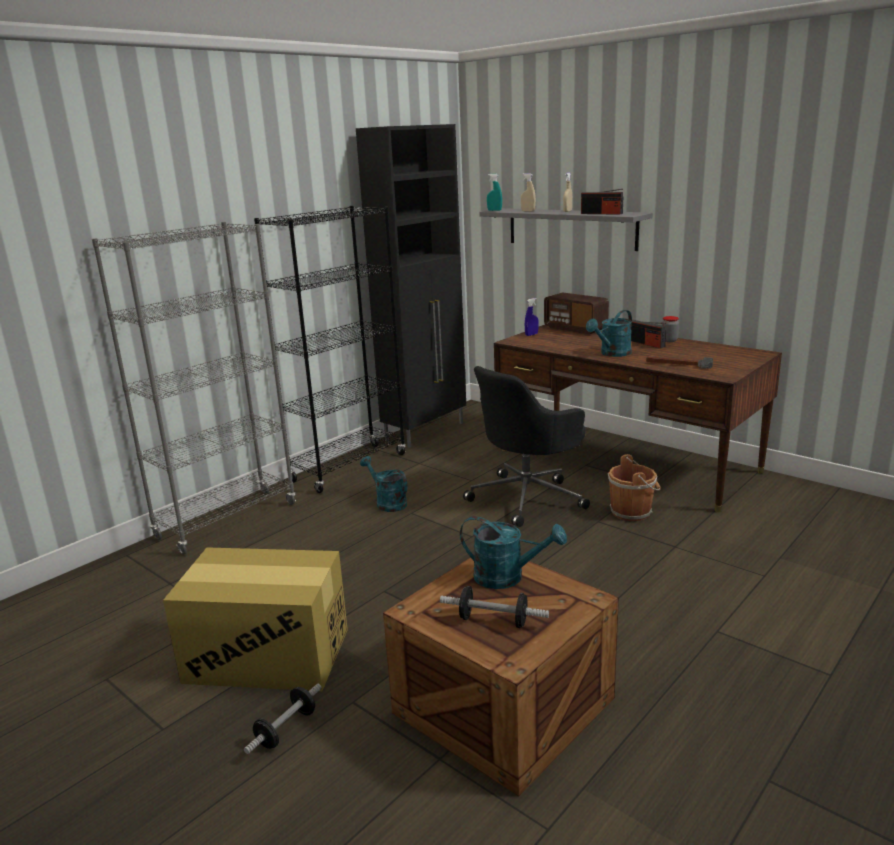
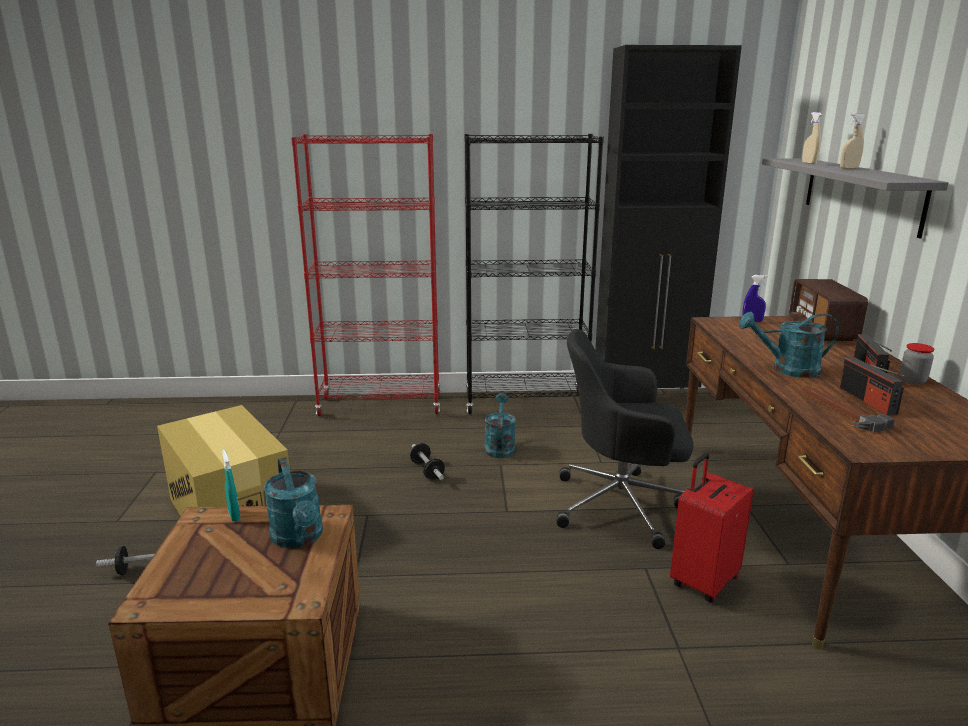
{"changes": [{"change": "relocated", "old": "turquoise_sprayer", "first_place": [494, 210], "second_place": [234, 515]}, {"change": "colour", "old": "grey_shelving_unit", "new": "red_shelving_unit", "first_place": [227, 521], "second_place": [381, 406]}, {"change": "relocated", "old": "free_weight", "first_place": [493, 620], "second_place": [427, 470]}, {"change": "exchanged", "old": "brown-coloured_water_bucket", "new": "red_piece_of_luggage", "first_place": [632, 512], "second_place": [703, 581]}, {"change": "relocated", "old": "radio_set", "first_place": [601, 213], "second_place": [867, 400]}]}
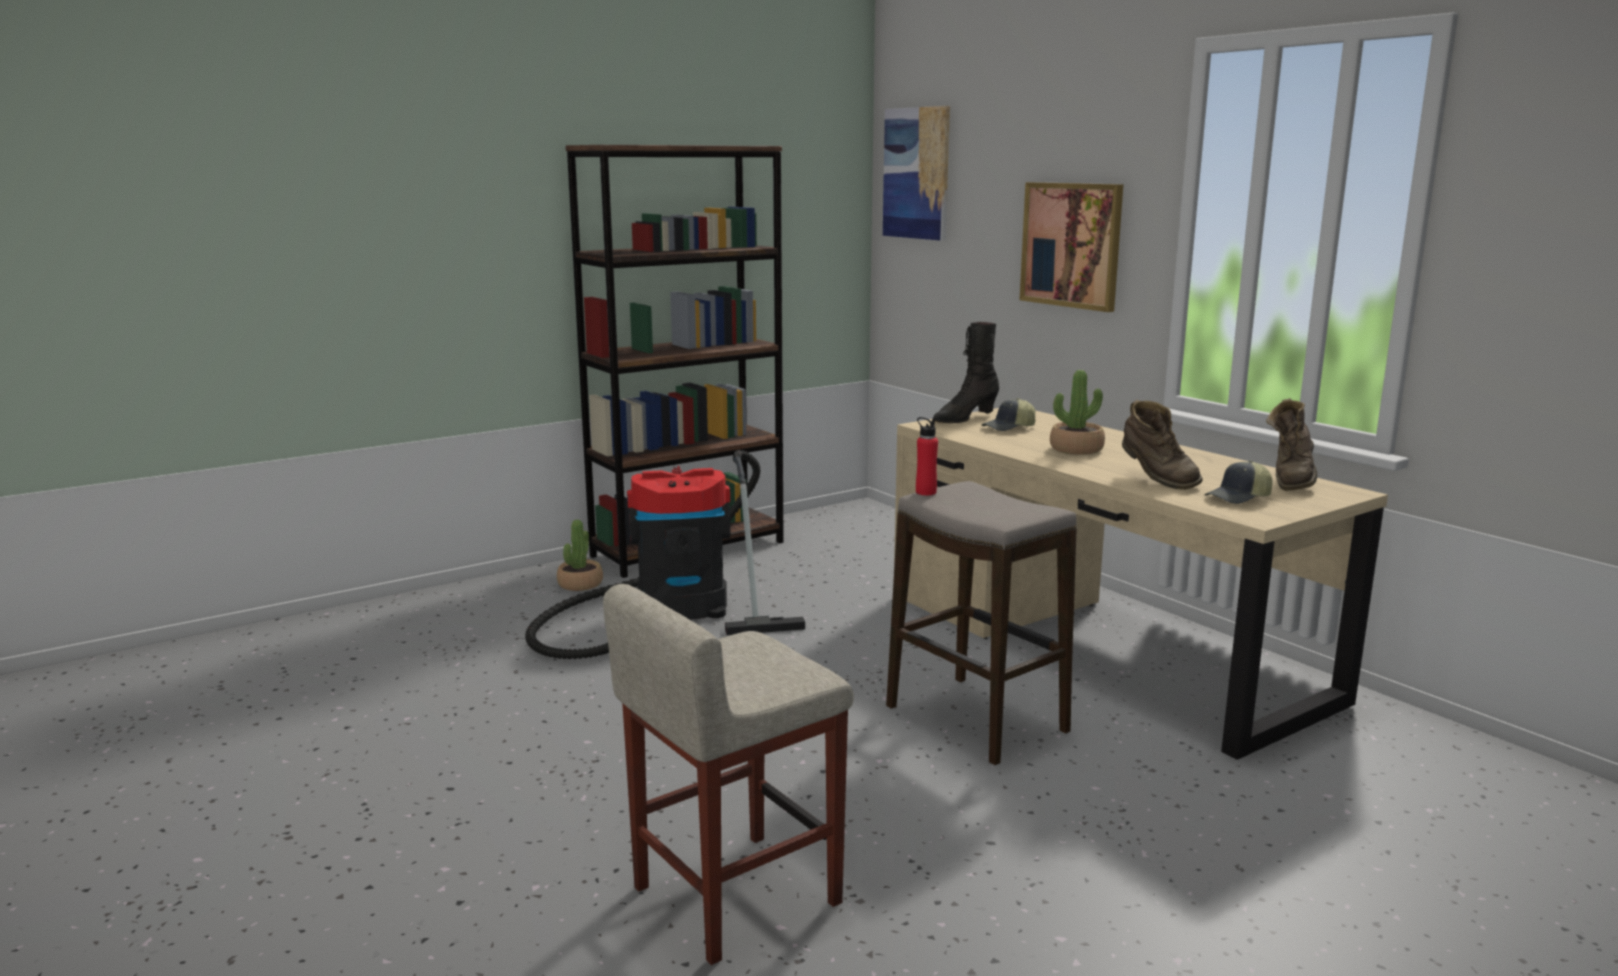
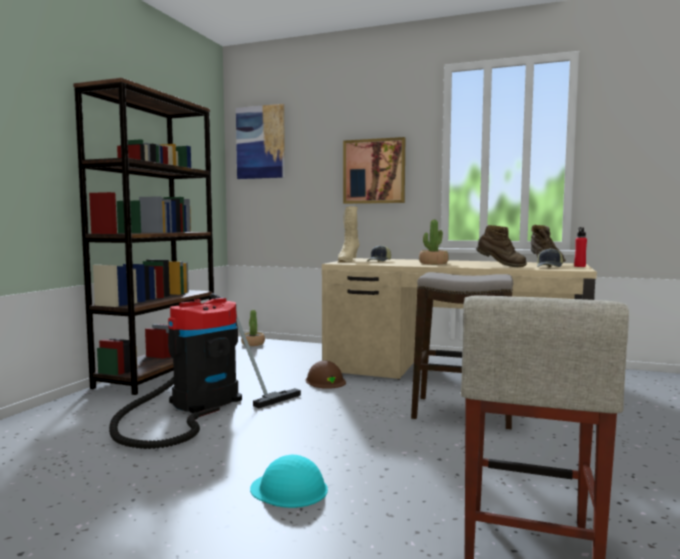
{"changes": [{"change": "relocated", "old": "potted_plant", "first_place": [580, 584], "second_place": [253, 344]}, {"change": "appeared", "new": "turquoise_hard_hat", "second_place": [289, 489]}, {"change": "appeared", "new": "brown-coloured_hard_hat", "second_place": [325, 381]}, {"change": "colour", "old": "black-coloured_high-top_boot", "new": "sand-coloured_high-top_boot", "first_place": [964, 418], "second_place": [347, 261]}, {"change": "relocated", "old": "red_drink_bottle", "first_place": [925, 492], "second_place": [579, 266]}]}
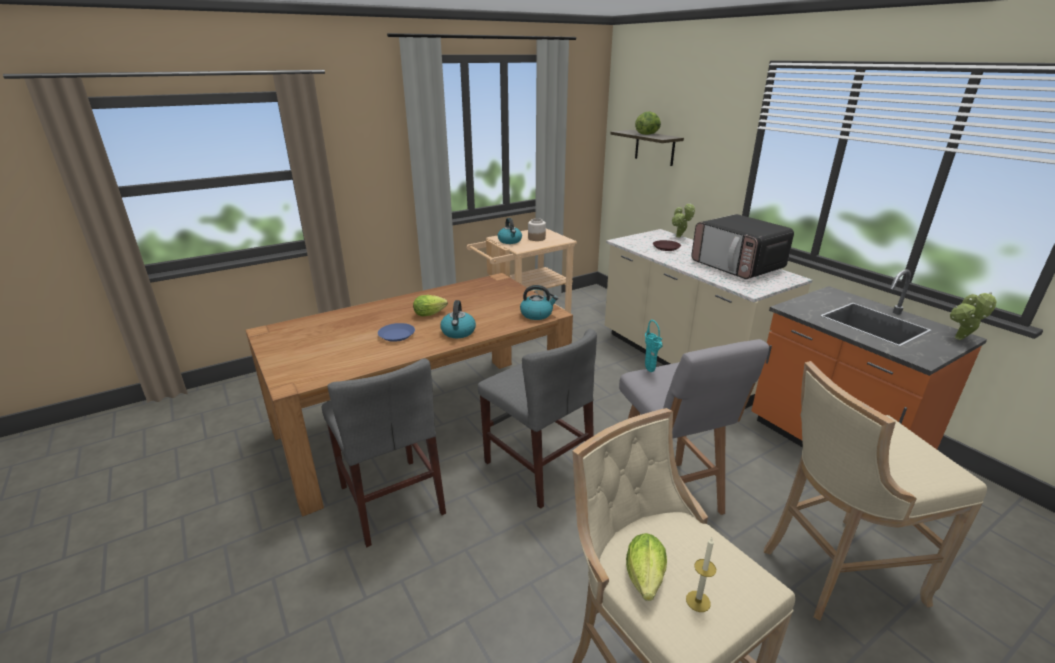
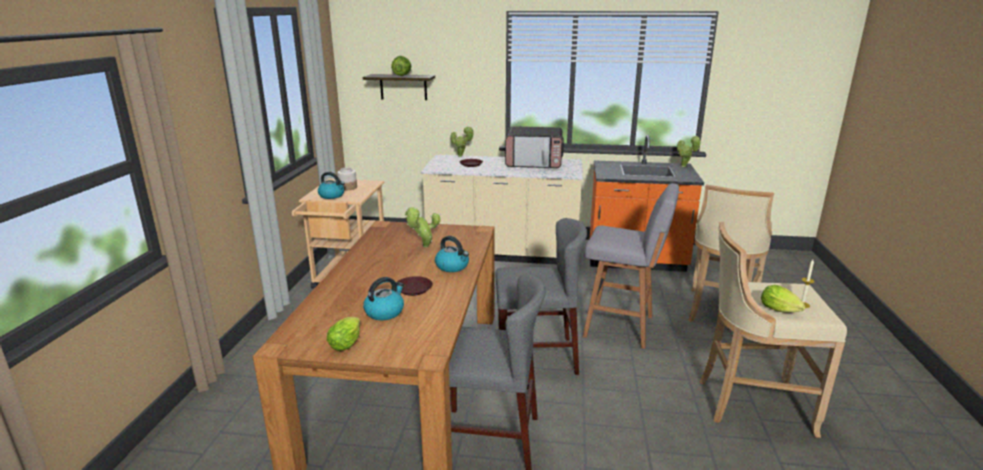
{"changes": [{"change": "relocated", "old": "head_of_lettuce", "first_place": [431, 314], "second_place": [347, 343]}, {"change": "relocated", "old": "kettle", "first_place": [537, 314], "second_place": [385, 312]}, {"change": "colour", "old": "bluish_plate", "new": "brown-coloured_plate", "first_place": [396, 335], "second_place": [413, 289]}, {"change": "appeared", "new": "potted_plant", "second_place": [423, 247]}, {"change": "missing", "old": "turquoise_vase", "first_place": [650, 372]}]}
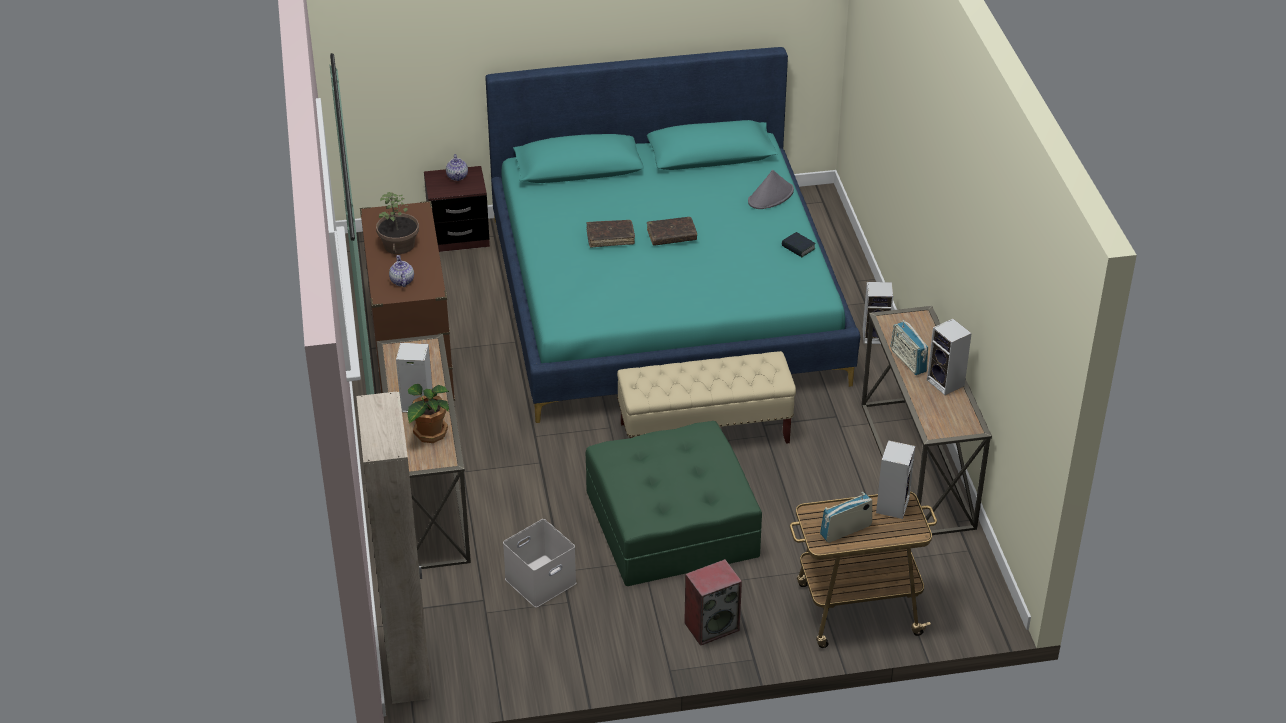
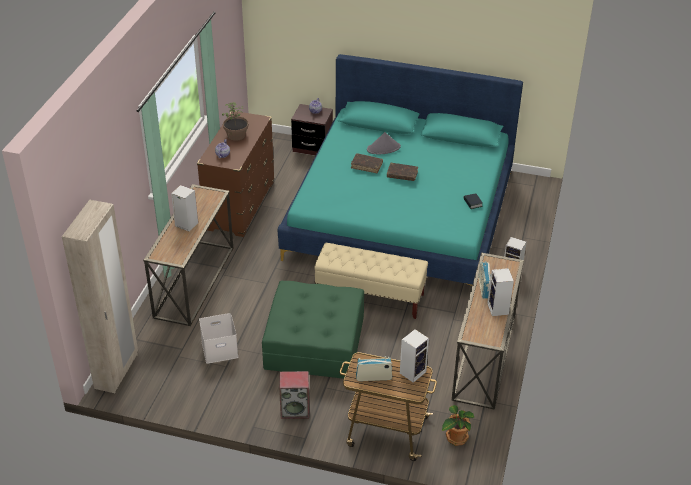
{"changes": [{"change": "relocated", "old": "grey_hat", "first_place": [771, 196], "second_place": [383, 148]}, {"change": "relocated", "old": "potted_plant", "first_place": [429, 433], "second_place": [456, 438]}]}
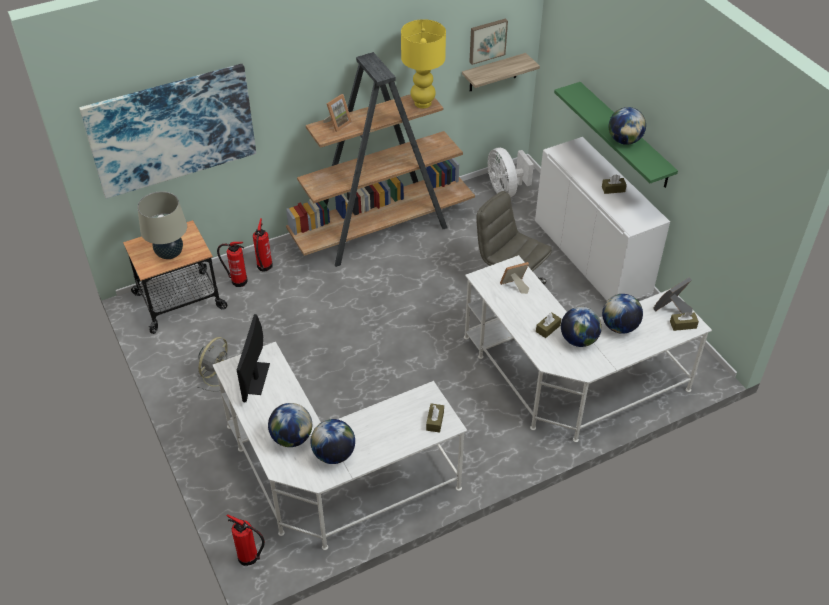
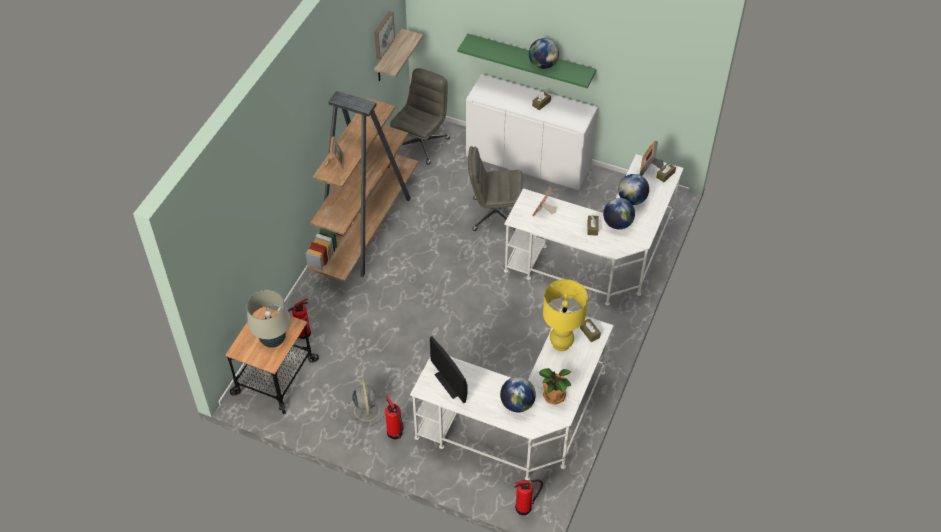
{"changes": [{"change": "relocated", "old": "extinguisher", "first_place": [264, 267], "second_place": [395, 434]}, {"change": "exchanged", "old": "white_cooling_fan", "new": "grey_computer_chair", "first_place": [505, 190], "second_place": [421, 144]}, {"change": "exchanged", "old": "world_globe", "new": "potted_plant", "first_place": [334, 454], "second_place": [554, 395]}, {"change": "relocated", "old": "yellow_tabletop_lamp", "first_place": [422, 103], "second_place": [560, 344]}, {"change": "missing", "old": "wall_art", "first_place": [172, 130]}]}
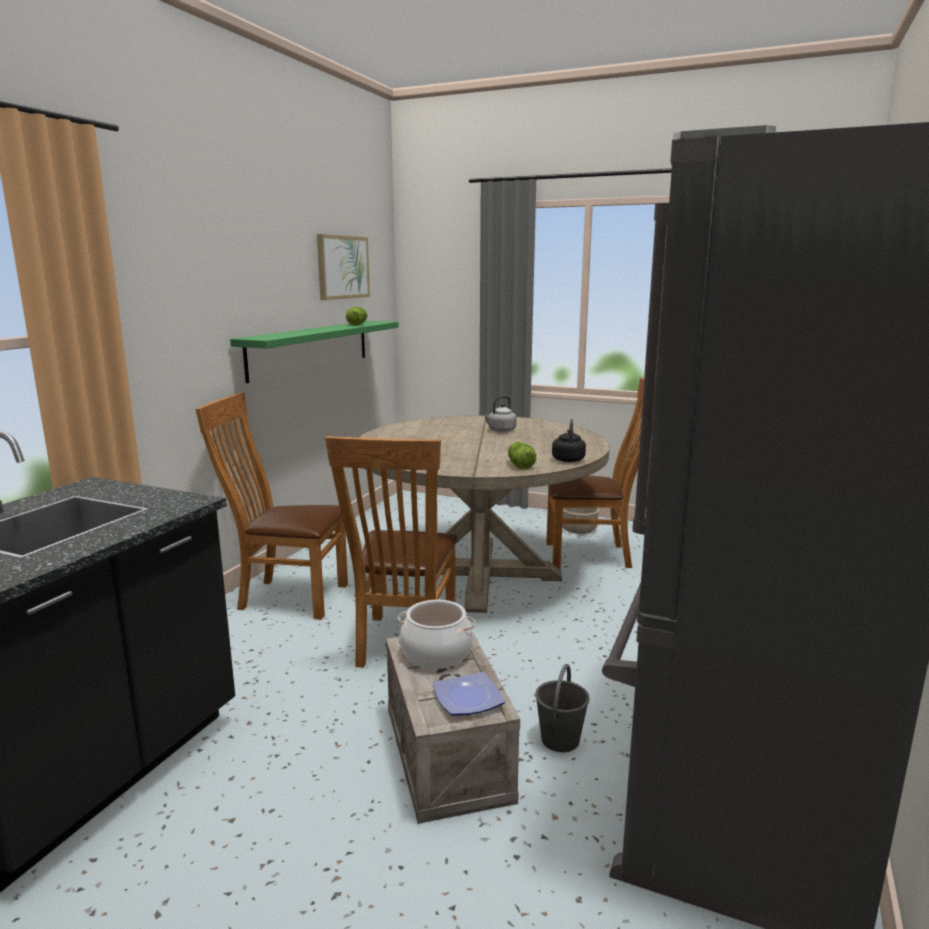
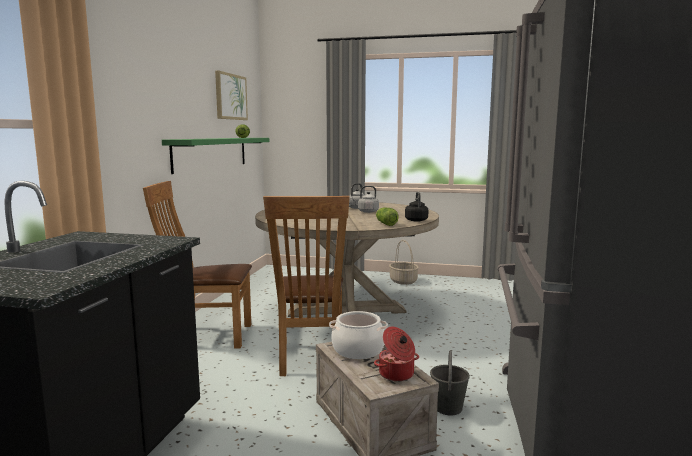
{"changes": [{"change": "appeared", "new": "grey_kettle", "second_place": [366, 211]}, {"change": "exchanged", "old": "plate", "new": "stockpot", "first_place": [469, 699], "second_place": [397, 374]}, {"change": "missing", "old": "brown-coloured_plain_chair", "first_place": [593, 556]}]}
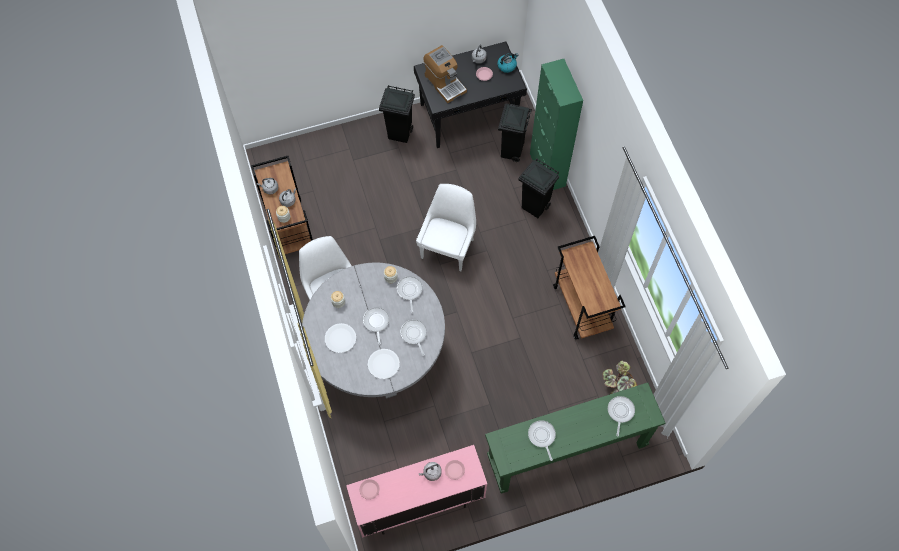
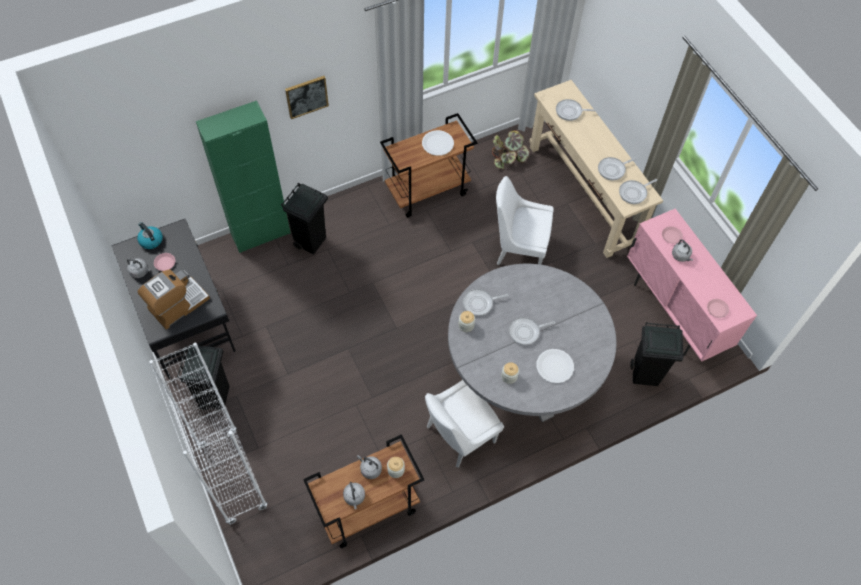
{"changes": [{"change": "appeared", "new": "white_shelving_unit", "second_place": [232, 476]}, {"change": "appeared", "new": "wall_art", "second_place": [306, 96]}, {"change": "relocated", "old": "white_plate", "first_place": [383, 364], "second_place": [437, 143]}, {"change": "relocated", "old": "white_plain_chair", "first_place": [448, 247], "second_place": [518, 248]}, {"change": "colour", "old": "green_console_table", "new": "sand-coloured_console_table", "first_place": [566, 451], "second_place": [583, 194]}, {"change": "relocated", "old": "skillet", "first_place": [414, 335], "second_place": [634, 193]}, {"change": "relocated", "old": "black-coloured_rubbish_bin", "first_place": [511, 151], "second_place": [645, 374]}]}
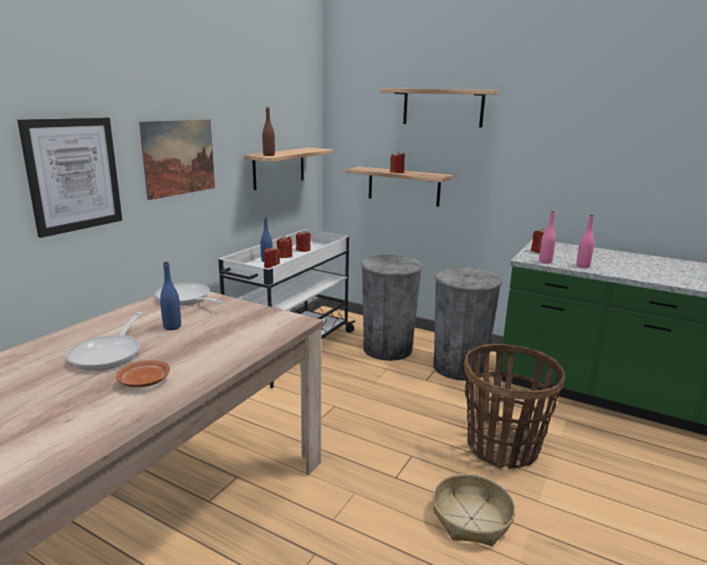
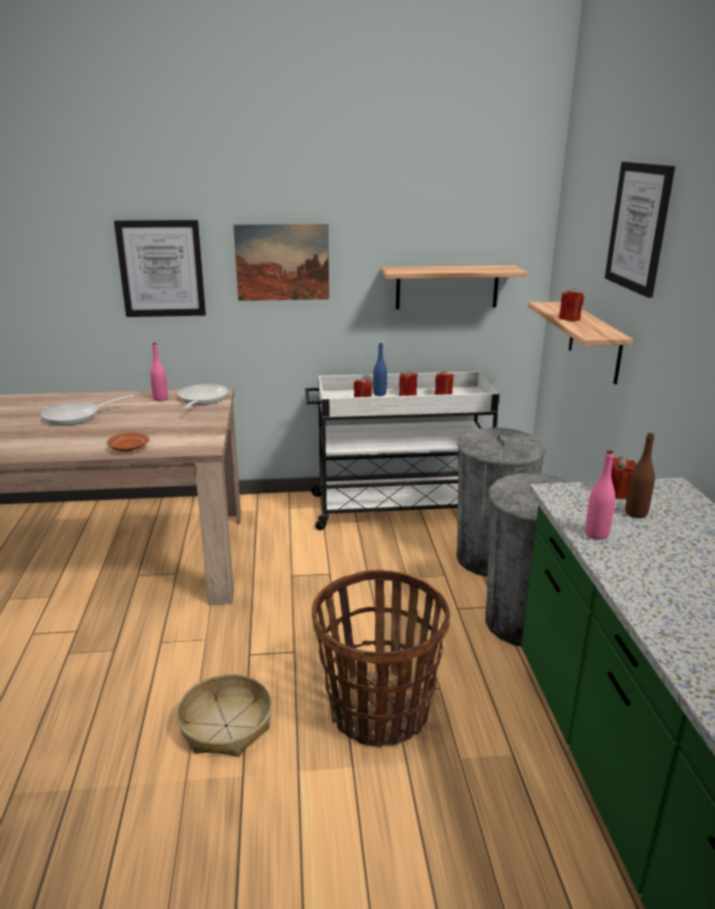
{"changes": [{"change": "relocated", "old": "brown-coloured_plate", "first_place": [144, 381], "second_place": [128, 448]}, {"change": "relocated", "old": "pinkish_drink_bottle", "first_place": [545, 261], "second_place": [160, 399]}, {"change": "exchanged", "old": "wall_shelf", "new": "wall_art", "first_place": [442, 107], "second_place": [638, 227]}, {"change": "relocated", "old": "brown-coloured_drink_bottle", "first_place": [269, 155], "second_place": [635, 513]}, {"change": "missing", "old": "bluish_drink_bottle", "first_place": [172, 327]}]}
